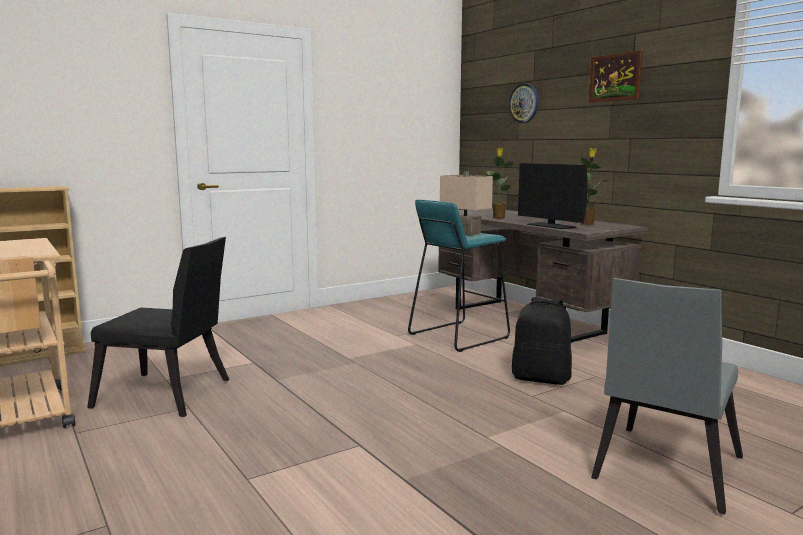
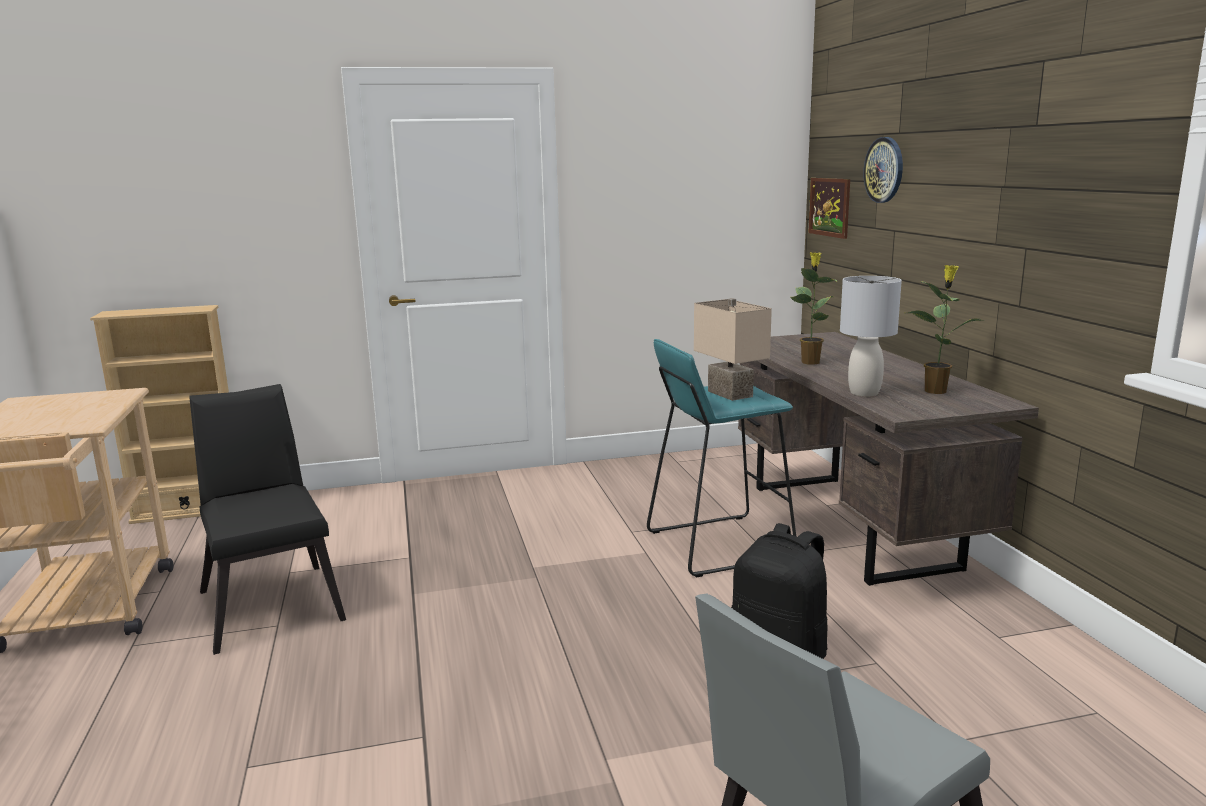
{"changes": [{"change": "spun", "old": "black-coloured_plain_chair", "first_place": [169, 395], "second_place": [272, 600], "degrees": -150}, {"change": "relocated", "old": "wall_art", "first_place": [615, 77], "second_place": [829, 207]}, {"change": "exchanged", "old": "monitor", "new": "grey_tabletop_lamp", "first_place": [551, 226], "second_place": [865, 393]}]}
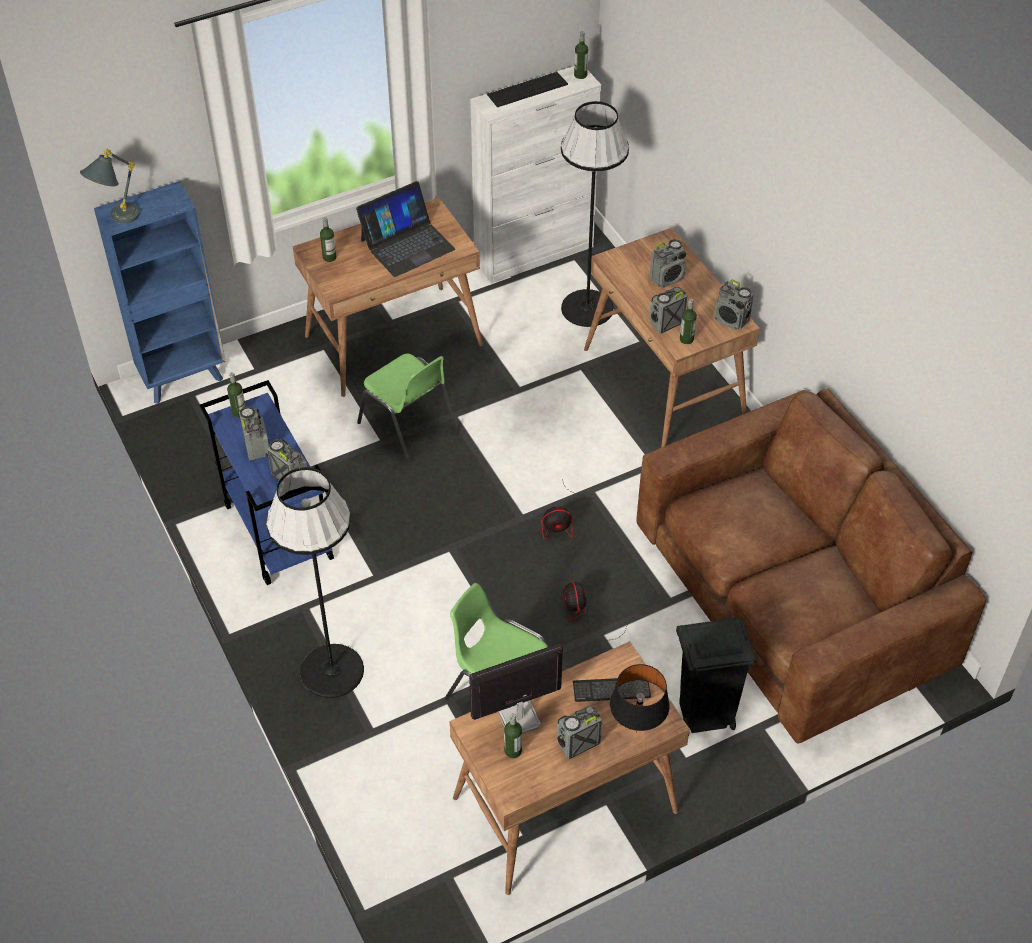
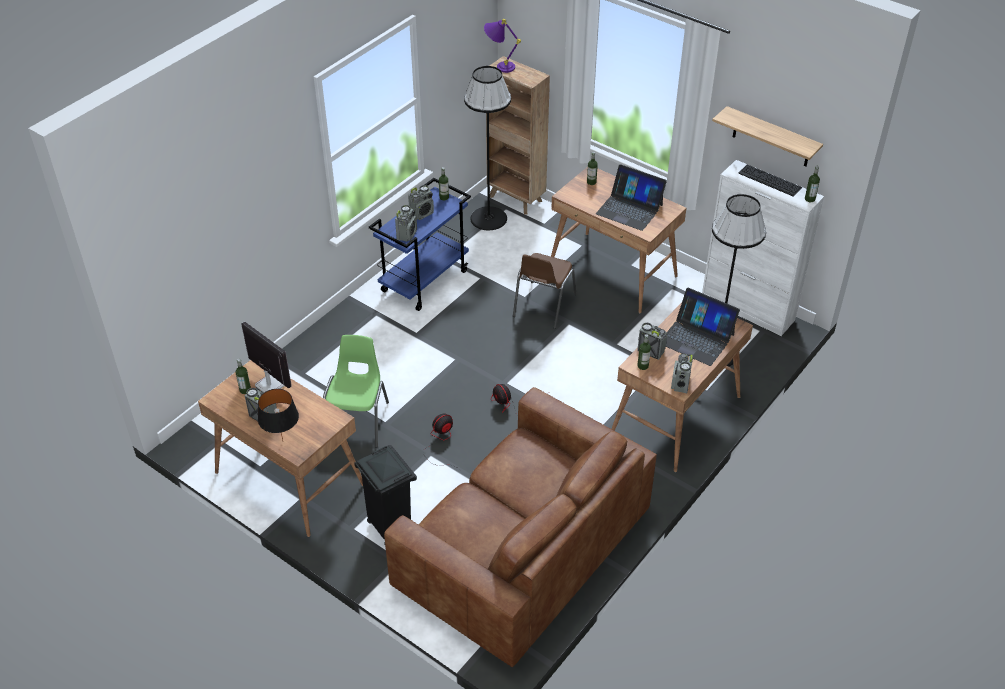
{"changes": [{"change": "relocated", "old": "black-coloured_floor_lamp", "first_place": [332, 670], "second_place": [489, 218]}, {"change": "colour", "old": "grey_tabletop_lamp", "new": "purplish_tabletop_lamp", "first_place": [116, 219], "second_place": [499, 66]}, {"change": "colour", "old": "bluish_shelving_unit", "new": "brown-coloured_shelving_unit", "first_place": [184, 378], "second_place": [516, 199]}, {"change": "colour", "old": "green_plain_chair", "new": "brown-coloured_plain_chair", "first_place": [409, 428], "second_place": [543, 306]}, {"change": "exchanged", "old": "radio_set", "new": "laptop", "first_place": [667, 278], "second_place": [697, 338]}, {"change": "appeared", "new": "wall_shelf", "second_place": [771, 137]}, {"change": "missing", "old": "computer_keyboard", "first_place": [611, 690]}]}
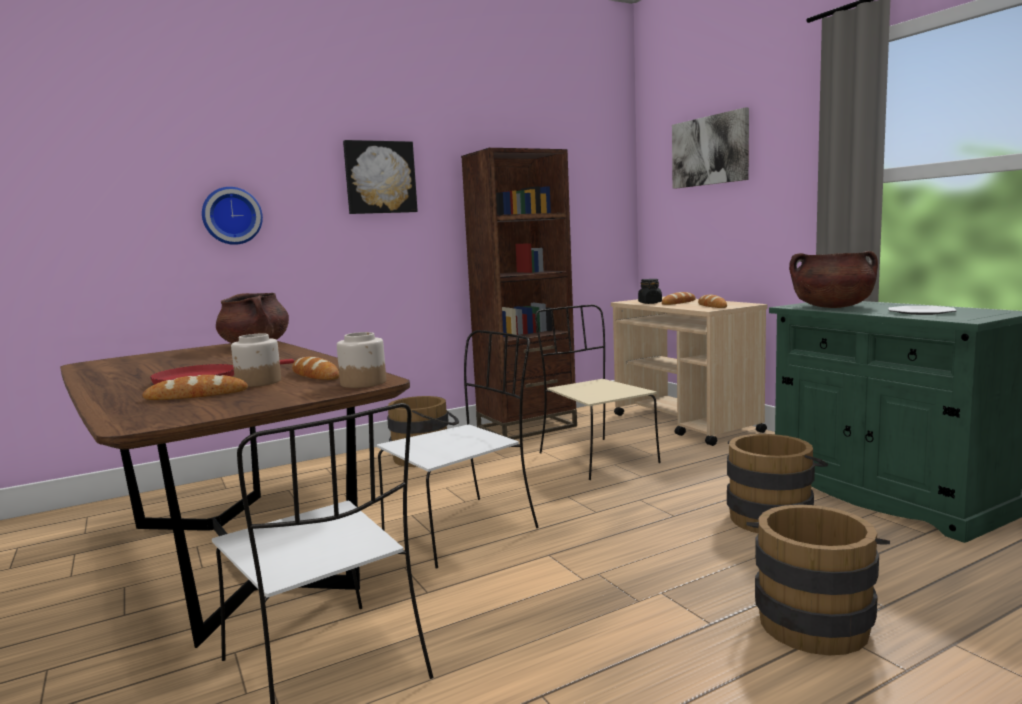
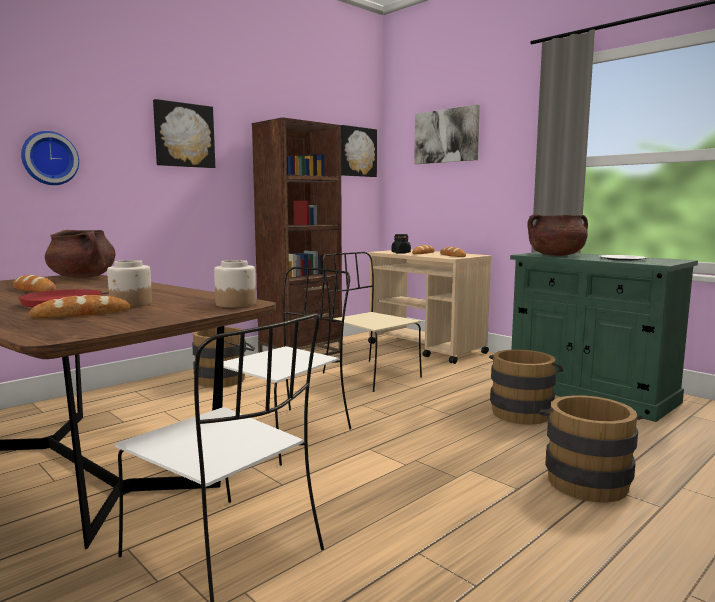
{"changes": [{"change": "relocated", "old": "bakery_bread", "first_place": [315, 375], "second_place": [34, 289]}, {"change": "appeared", "new": "wall_art", "second_place": [357, 152]}]}
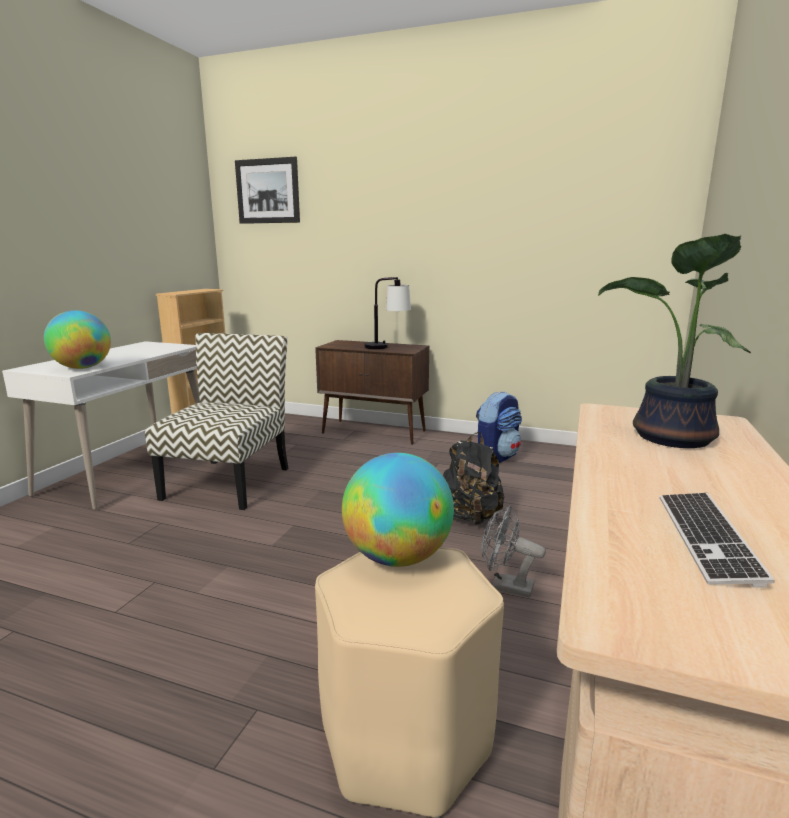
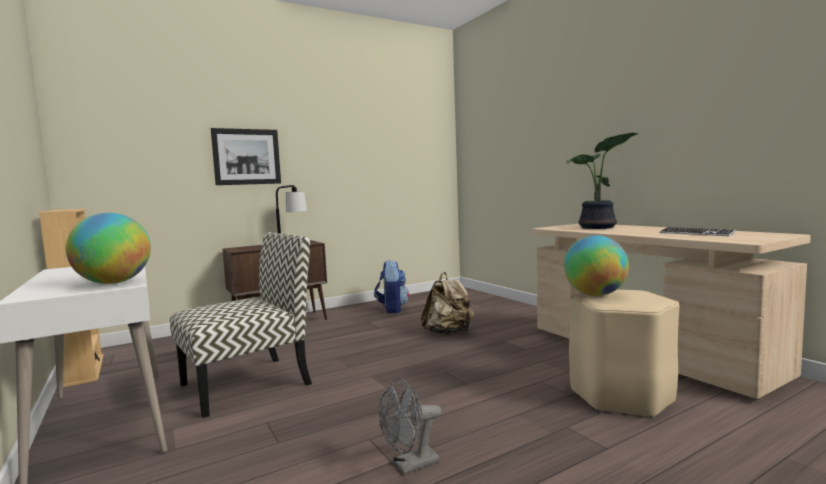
{"changes": [{"change": "spun", "old": "plain_chair", "first_place": [228, 482], "second_place": [248, 383], "degrees": 90}, {"change": "relocated", "old": "wall_art", "first_place": [267, 191], "second_place": [247, 156]}, {"change": "relocated", "old": "grey_cooling_fan", "first_place": [505, 586], "second_place": [410, 465]}, {"change": "colour", "old": "black-coloured_knapsack", "new": "sand-coloured_knapsack", "first_place": [470, 517], "second_place": [448, 333]}]}
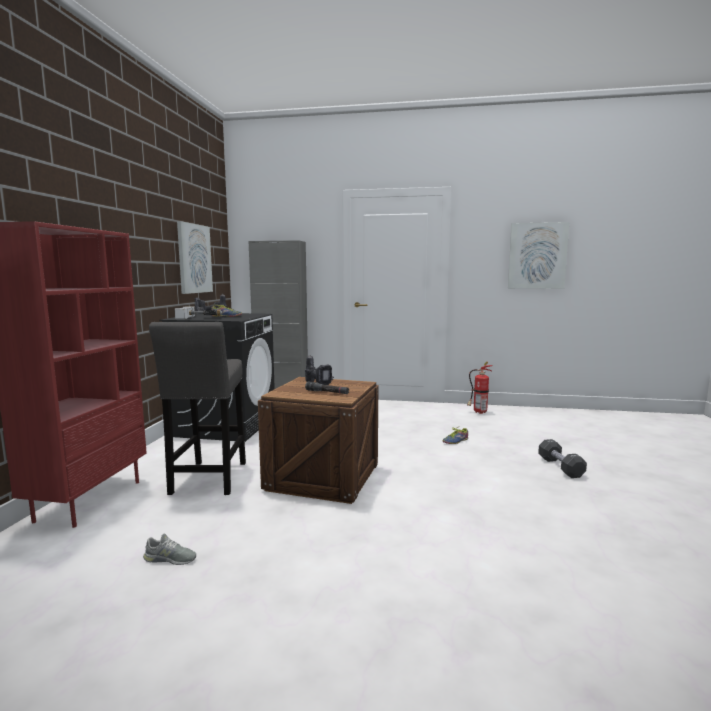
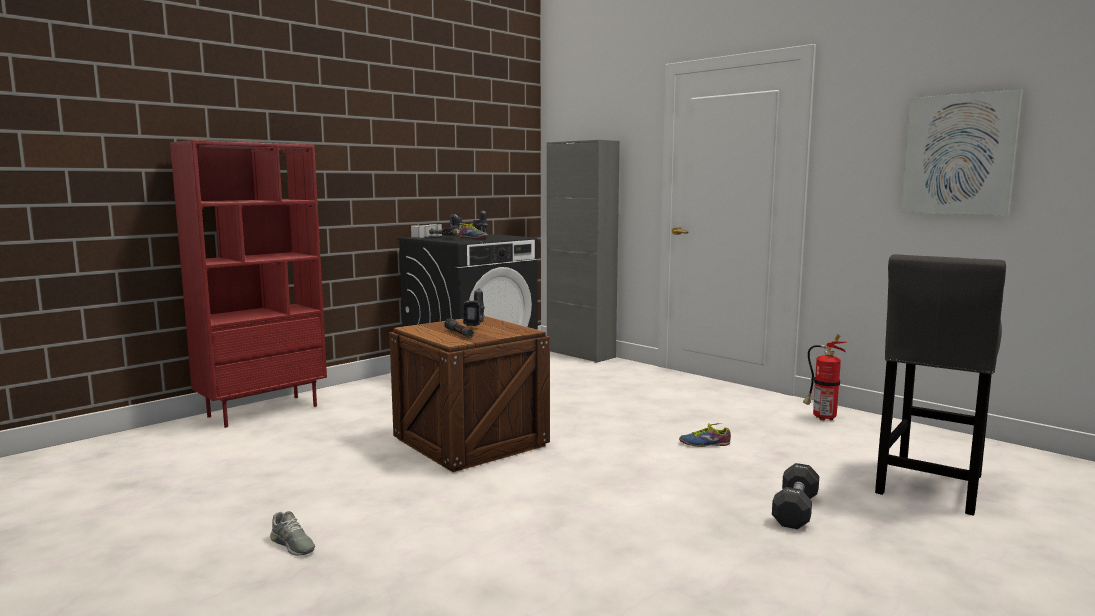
{"changes": [{"change": "relocated", "old": "grey_item_of_footwear", "first_place": [170, 559], "second_place": [292, 545]}, {"change": "relocated", "old": "grey_stool_seat", "first_place": [208, 480], "second_place": [929, 487]}, {"change": "missing", "old": "wall_art", "first_place": [194, 258]}]}
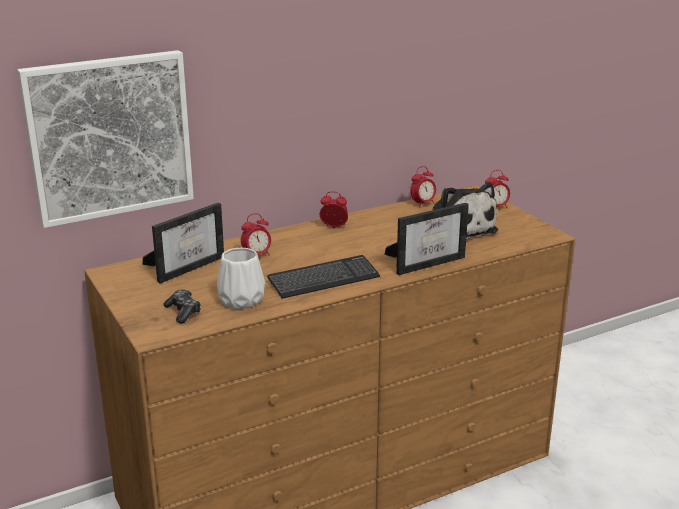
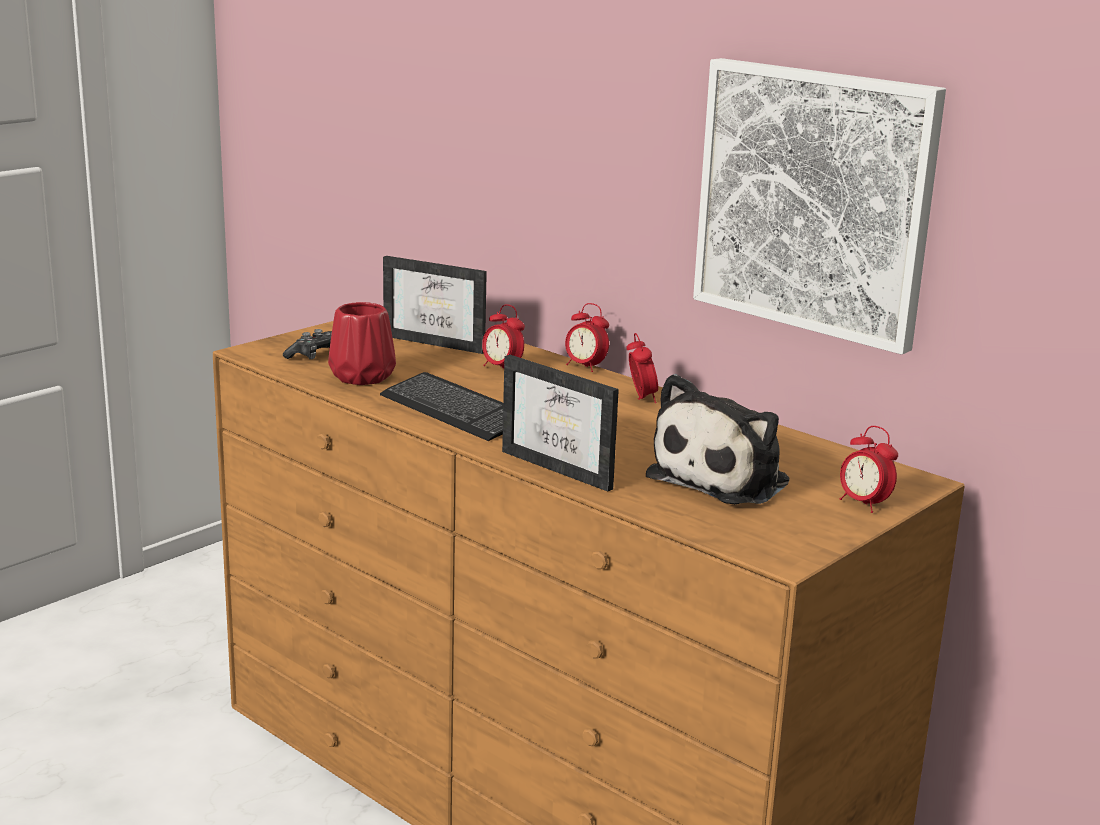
{"changes": [{"change": "colour", "old": "white_vase", "new": "red_vase", "first_place": [241, 301], "second_place": [360, 377]}, {"change": "relocated", "old": "alarm_clock", "first_place": [423, 204], "second_place": [585, 367]}, {"change": "relocated", "old": "wall_art", "first_place": [110, 137], "second_place": [814, 201]}]}
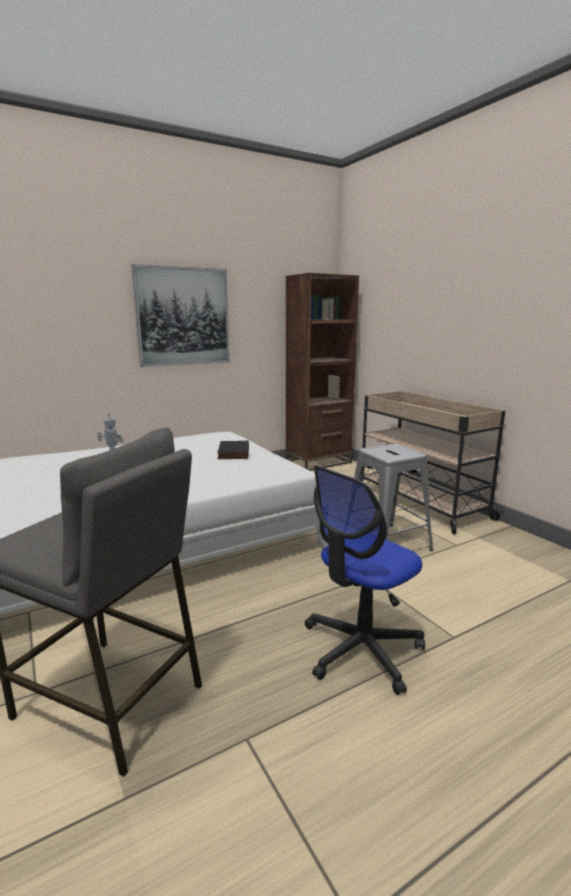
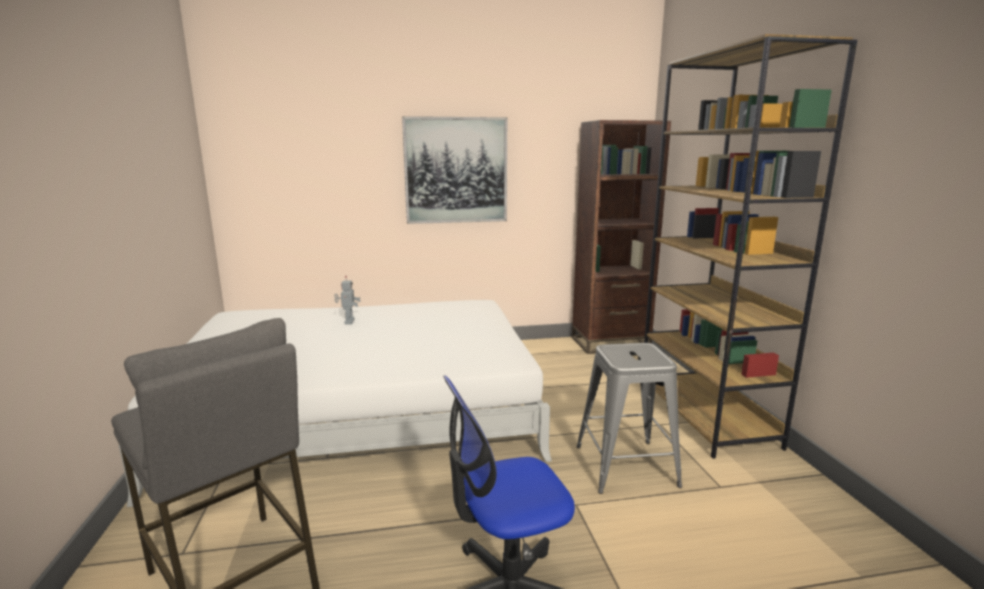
{"changes": [{"change": "exchanged", "old": "sand-coloured_cart", "new": "brown-coloured_shelving_unit", "first_place": [418, 501], "second_place": [706, 415]}, {"change": "missing", "old": "black-coloured_bound_book", "first_place": [232, 452]}]}
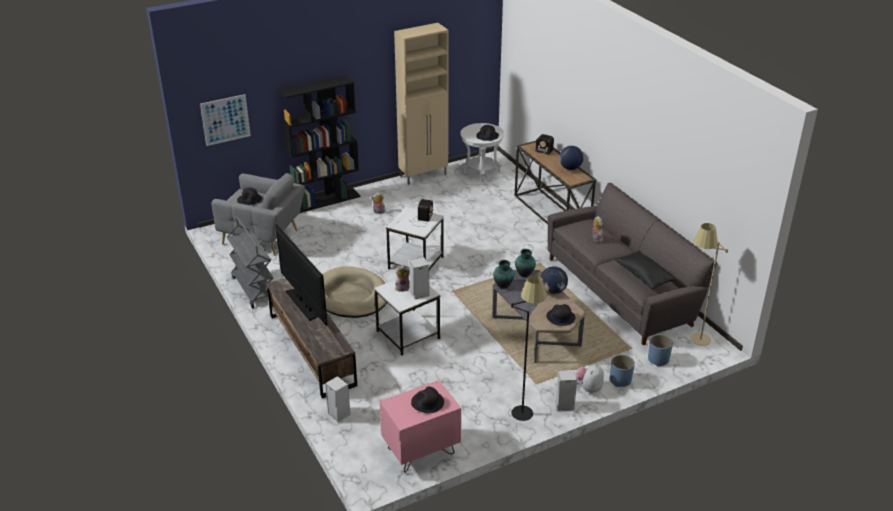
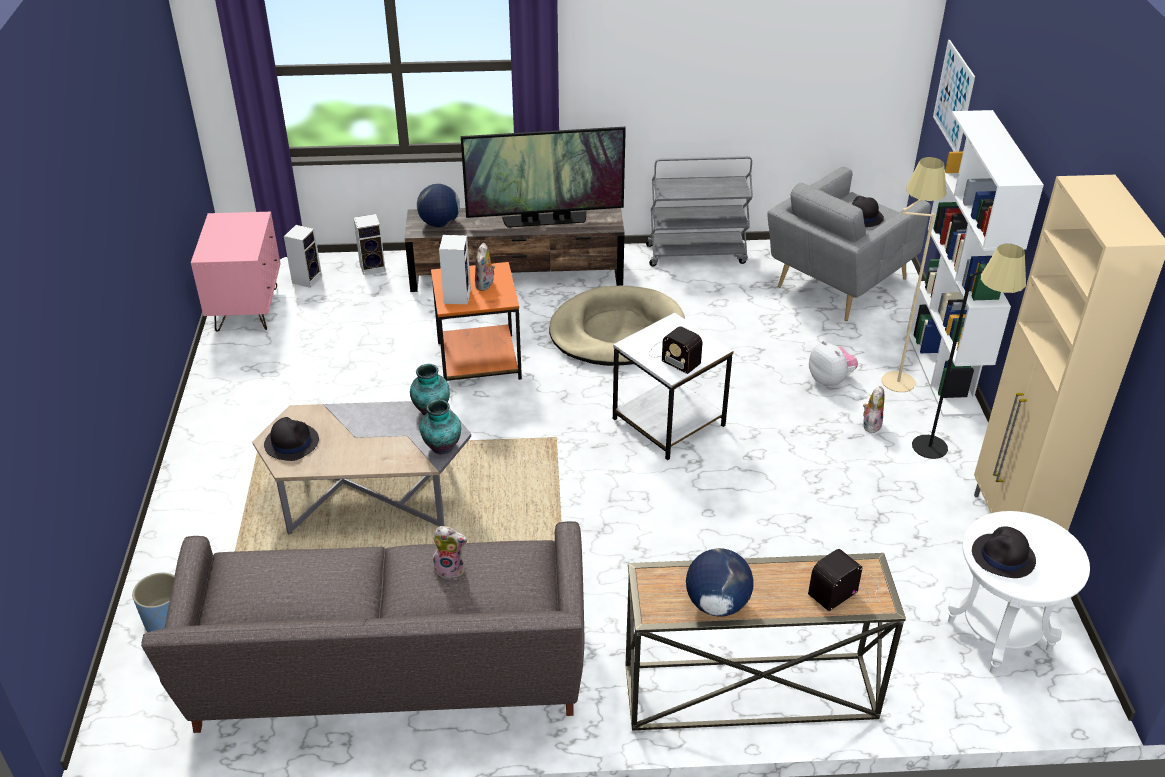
{"changes": [{"change": "relocated", "old": "loudspeaker", "first_place": [563, 406], "second_place": [307, 278]}, {"change": "relocated", "old": "world_globe", "first_place": [553, 291], "second_place": [439, 224]}, {"change": "colour", "old": "white_accent_table", "new": "orangey_accent_table", "first_place": [409, 335], "second_place": [478, 361]}, {"change": "relocated", "old": "soft_toy", "first_place": [588, 388], "second_place": [830, 380]}, {"change": "relocated", "old": "sand-coloured_floor_lamp", "first_place": [694, 342], "second_place": [893, 372]}, {"change": "colour", "old": "black-coloured_shelving_unit", "new": "white_shelving_unit", "first_place": [326, 200], "second_place": [943, 372]}, {"change": "relocated", "old": "black-coloured_floor_lamp", "first_place": [524, 406], "second_place": [944, 453]}, {"change": "missing", "old": "black-coloured_hat", "first_place": [427, 402]}, {"change": "missing", "old": "bluish_plant_pot", "first_place": [620, 380]}, {"change": "missing", "old": "black-coloured_pillow", "first_place": [644, 276]}]}
